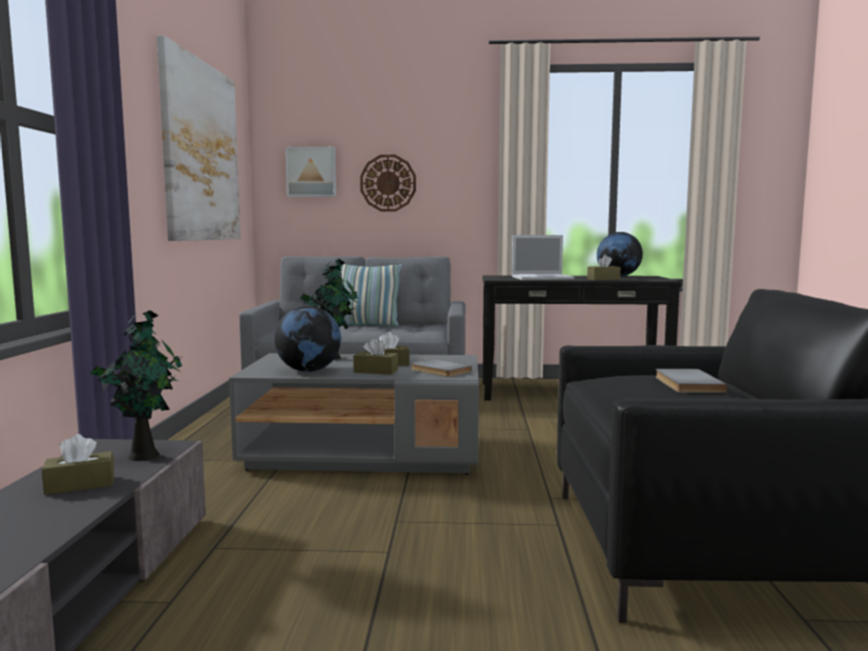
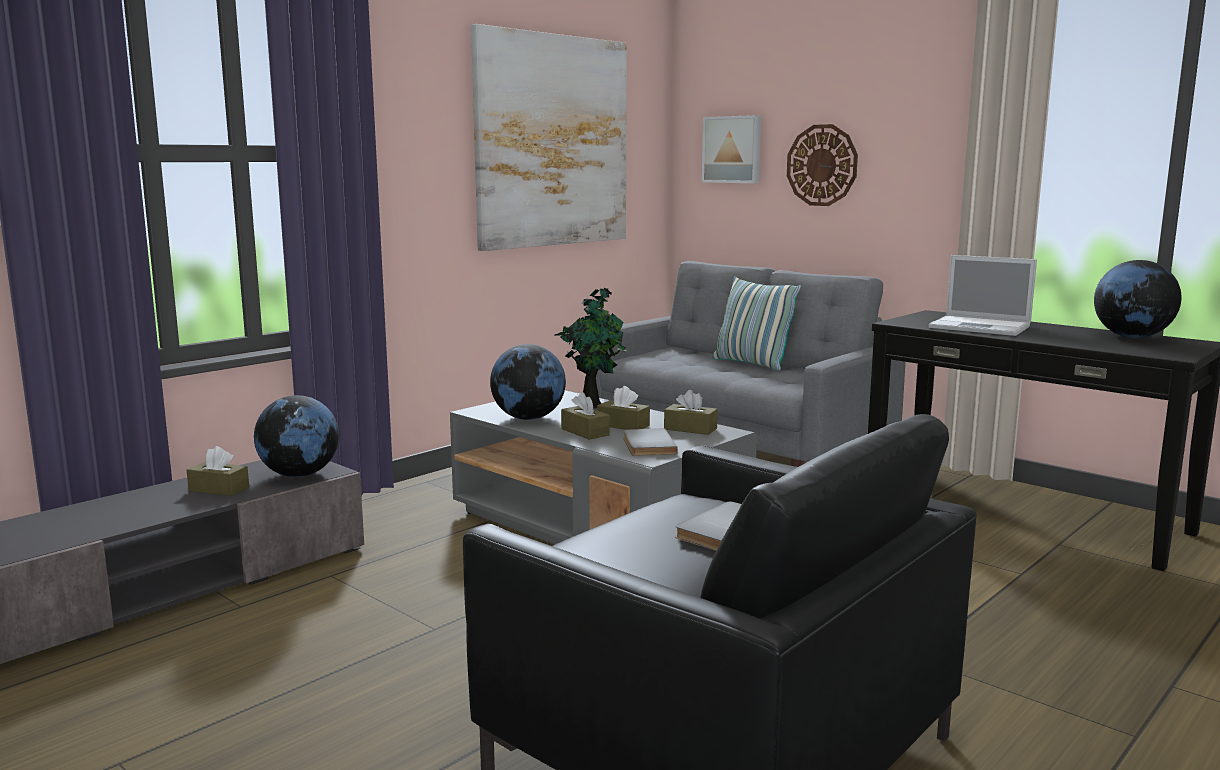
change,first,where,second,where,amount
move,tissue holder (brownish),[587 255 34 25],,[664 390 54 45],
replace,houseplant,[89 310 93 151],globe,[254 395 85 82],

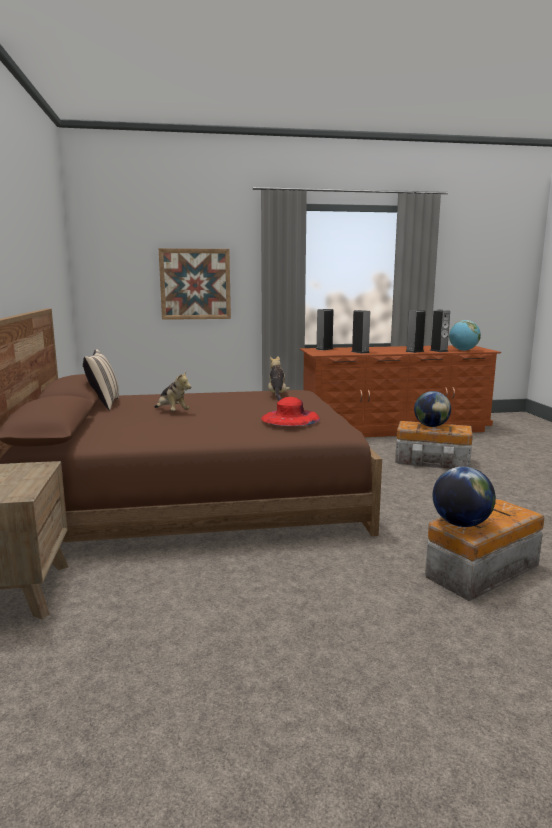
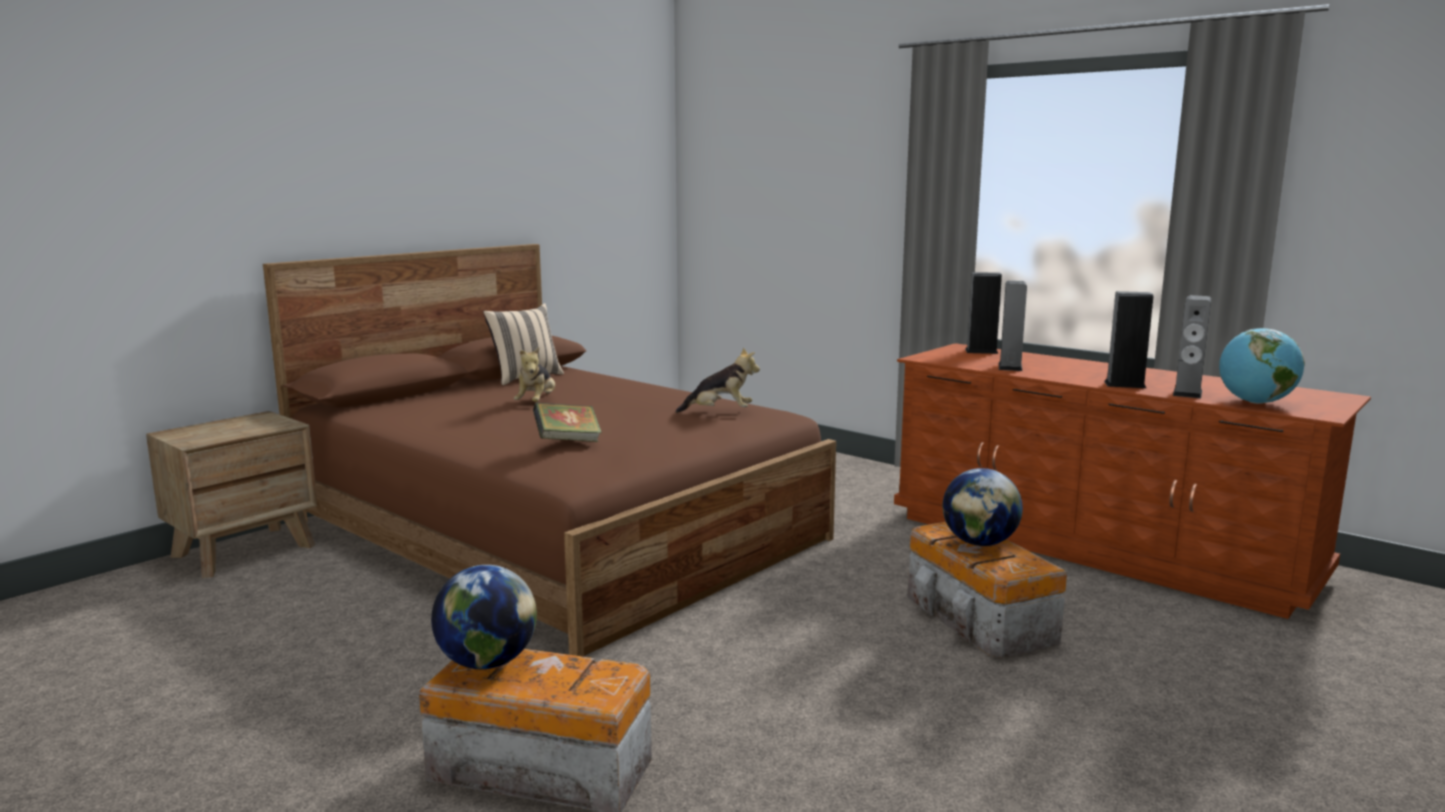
change,first,where,second,where,amount
delete,wall art,[159 248 72 72],,,
replace,wearable hat (red),[261 397 59 29],bound book,[533 402 69 40],
rotate,cuddly toy,[268 356 22 45],,[676 348 84 65],45 degrees clockwise

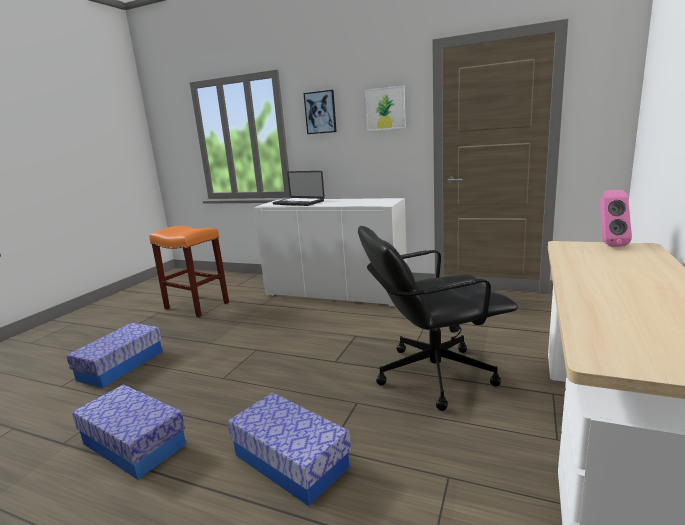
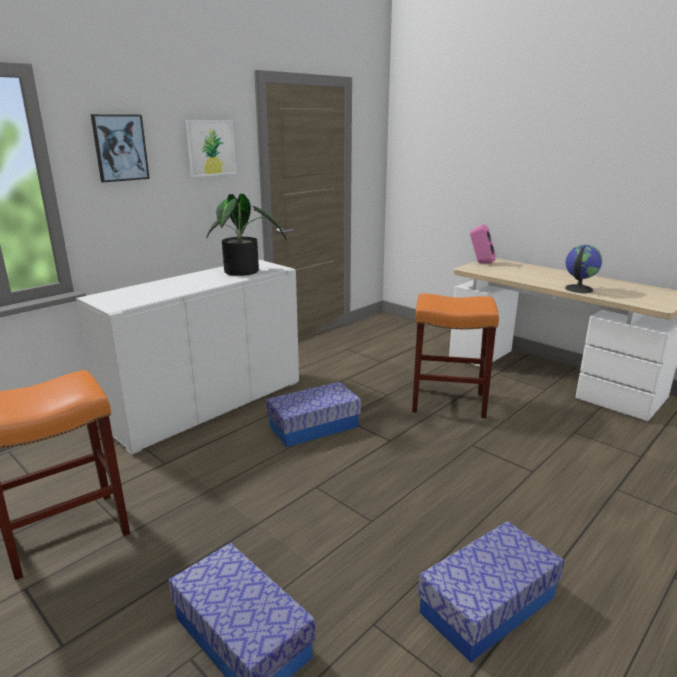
change,first,where,second,where,amount
delete,notebook computer,[273 171 52 35],,,
insert,,,houseplant,[206 194 80 82],
insert,,,globe,[565 245 38 48],
move,storage container,[228 392 123 114],,[266 382 95 65],
replace,office chair (black-coloured),[358 226 160 185],stool seat (orangey),[412 293 87 125],

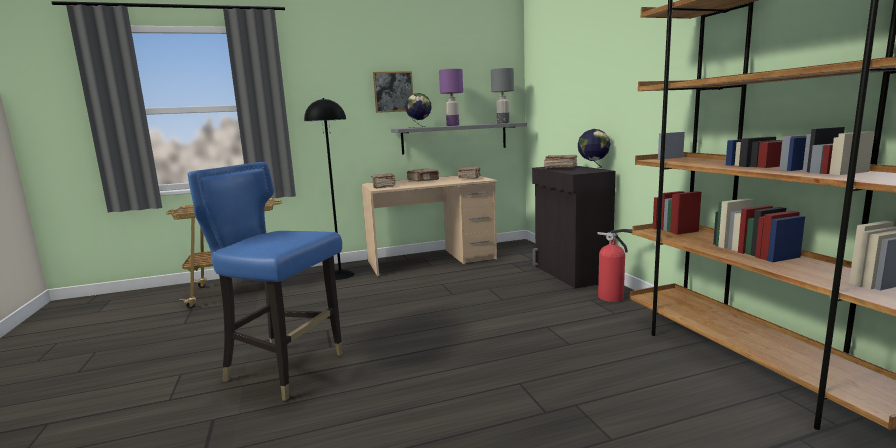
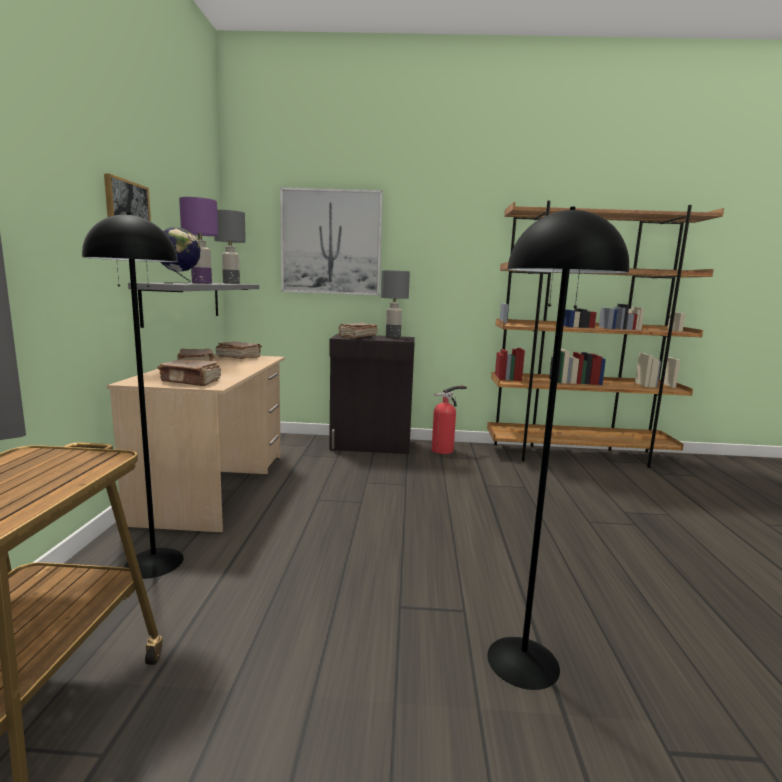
change,first,where,second,where,amount
insert,,,wall art,[280 187 103 109],
replace,plain chair (bluish),[187 162 156 239],standing lamp (black-coloured),[487 207 142 483],
replace,globe,[578 129 32 42],tabletop lamp (gray),[381 270 29 68],

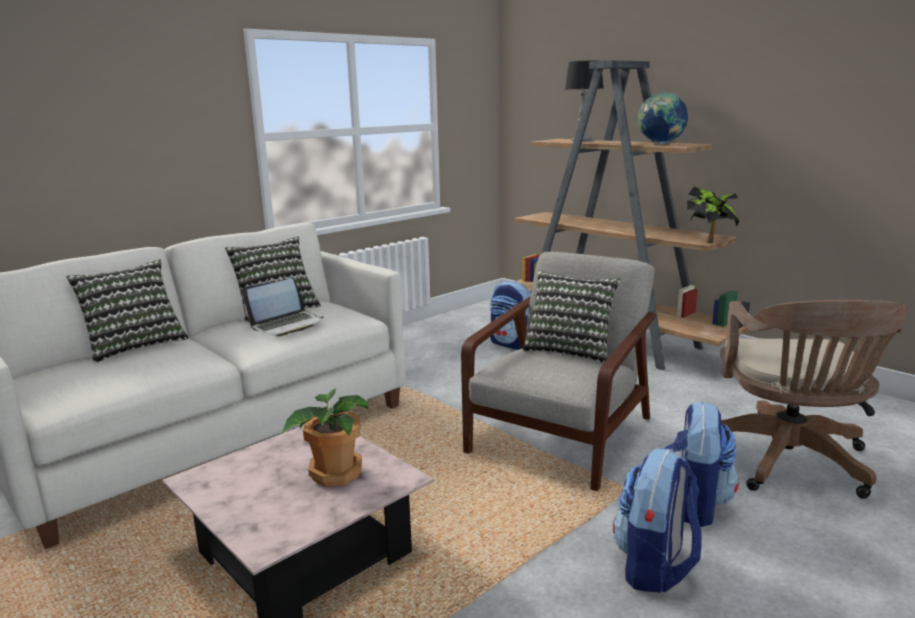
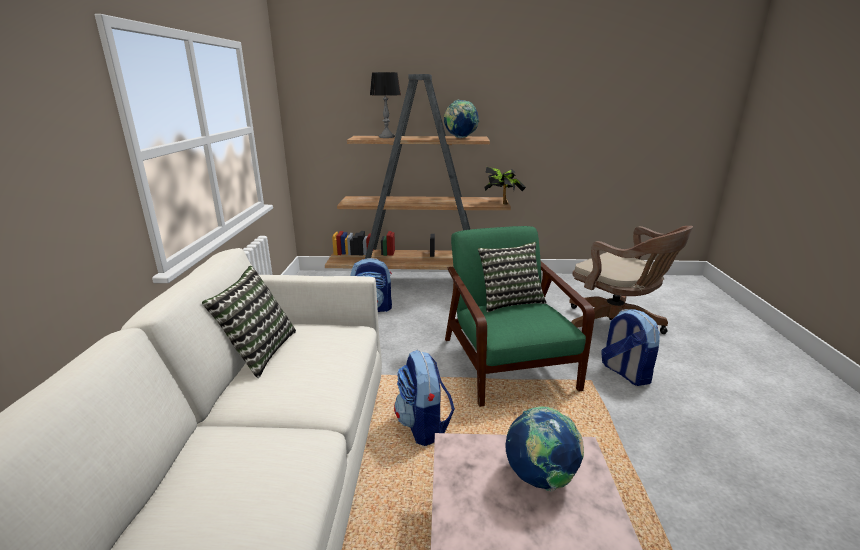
change,first,where,second,where,amount
delete,pillow,[66 259 123 104],,,
delete,notebook computer,[242 279 81 58],,,
move,rucksack,[613 448 89 145],,[394 350 61 96],
replace,houseplant,[281 389 88 98],globe,[505 406 79 86],
recolor,armchair (gray),[461 252 195 239],armchair (green),[445 226 150 181],

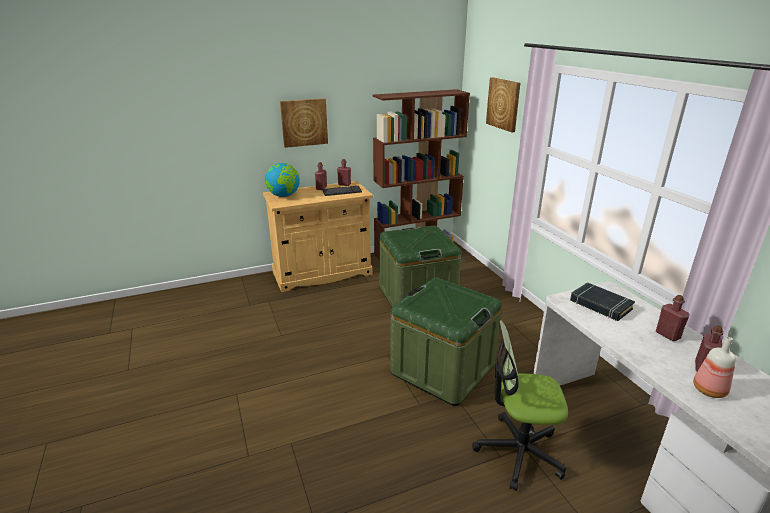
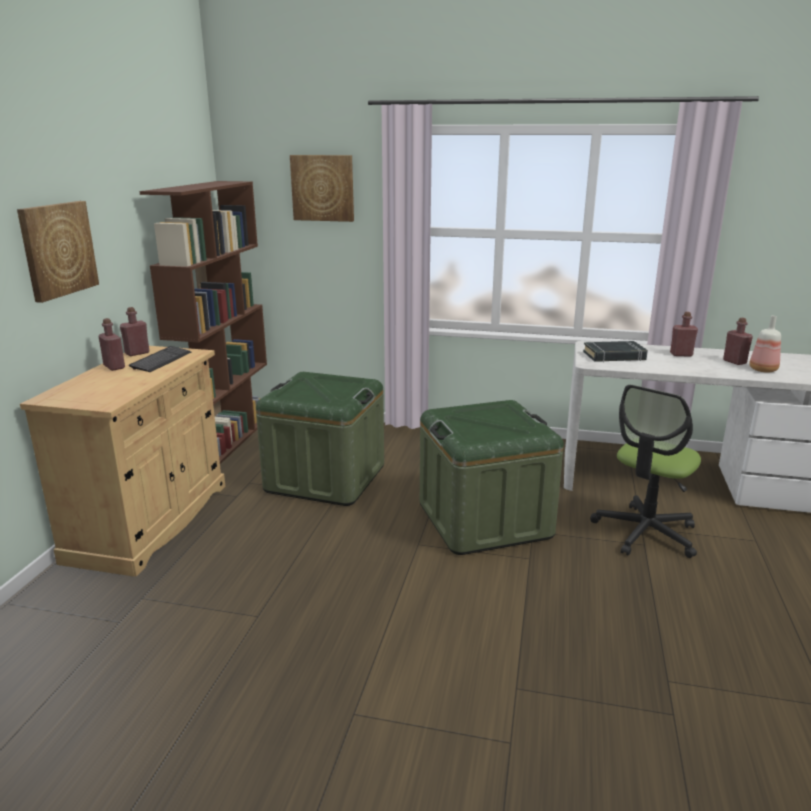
change,first,where,second,where,amount
delete,globe,[265 163 35 34],,,

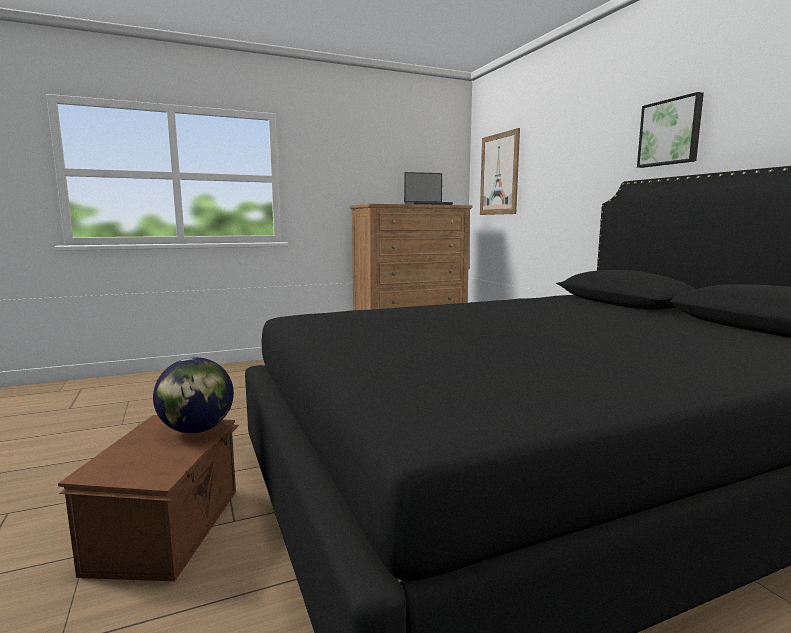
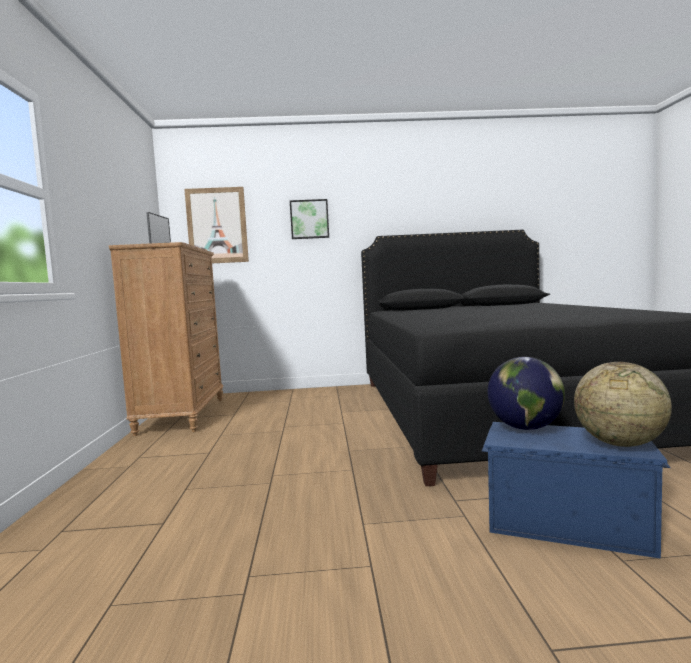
change,first,where,second,where,amount
insert,,,globe,[574 362 98 85],
move,wall art,[637 92 67 76],,[290 199 39 40],
recolor,storage container (brownish),[58 415 181 166],storage container (bluish),[482 422 189 137],

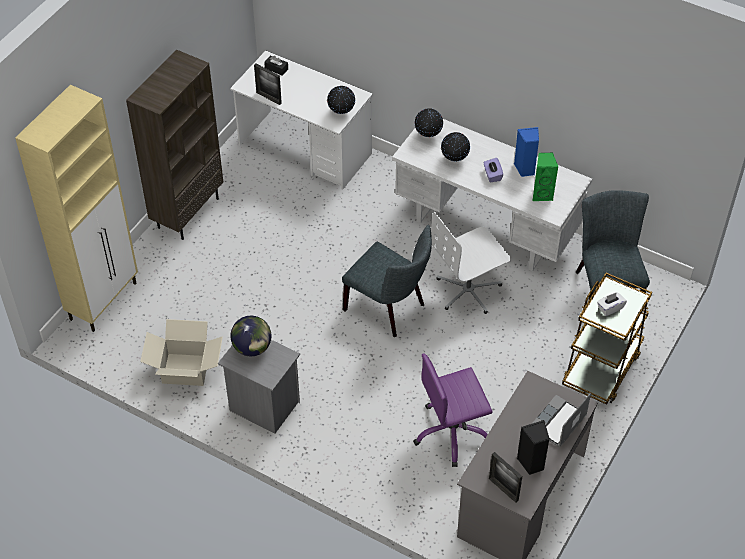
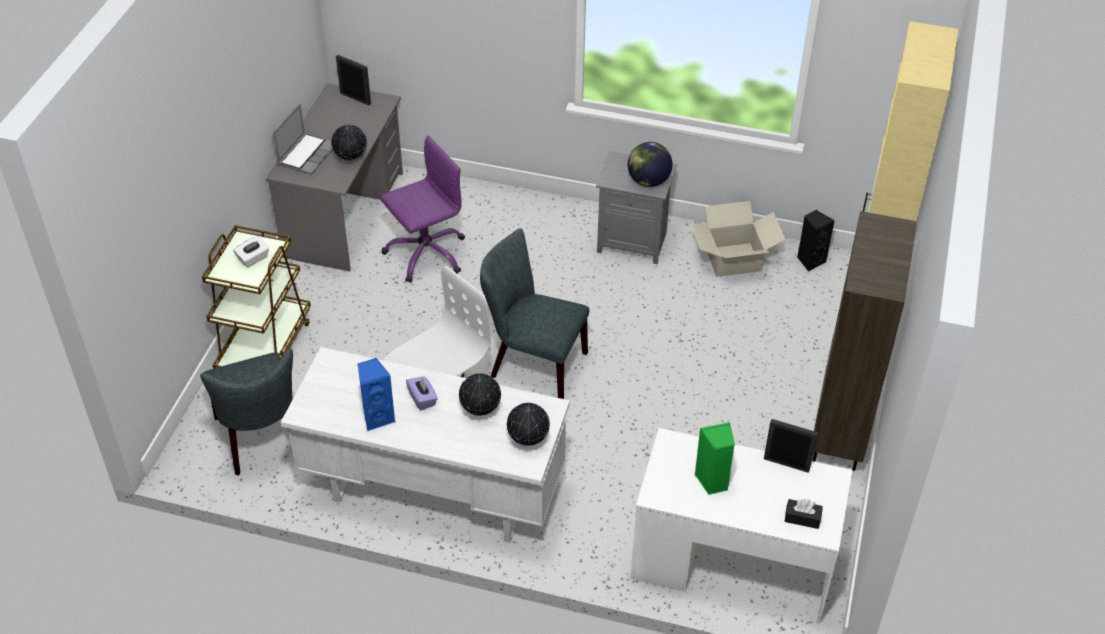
change,first,where,second,where,amount
move,globe,[327 86 28 28],,[331 125 36 35],
move,audio speaker (black-coloured),[517 420 33 55],,[797 210 38 62],
move,audio speaker (green),[532 153 27 48],,[695 422 40 73],

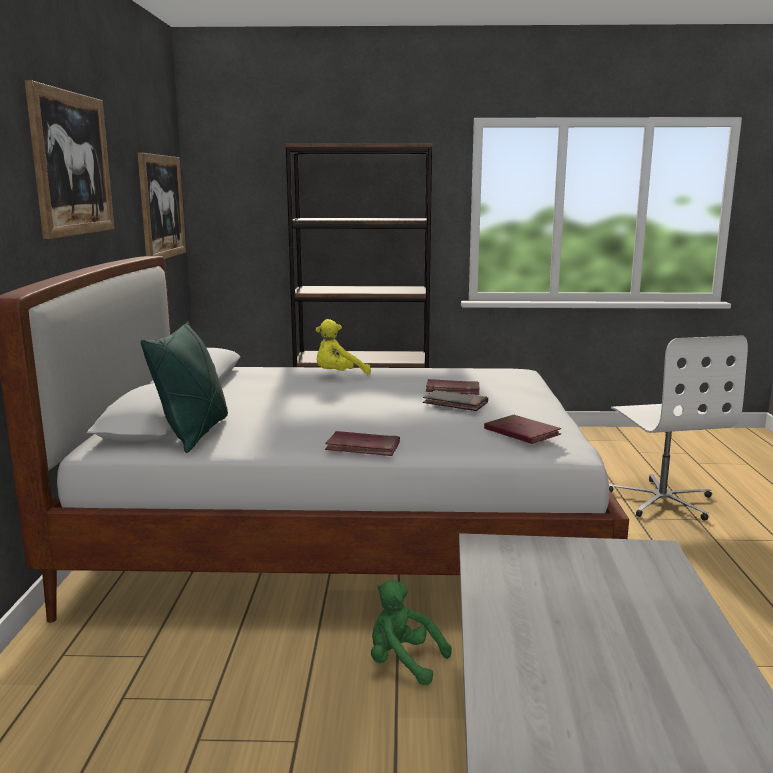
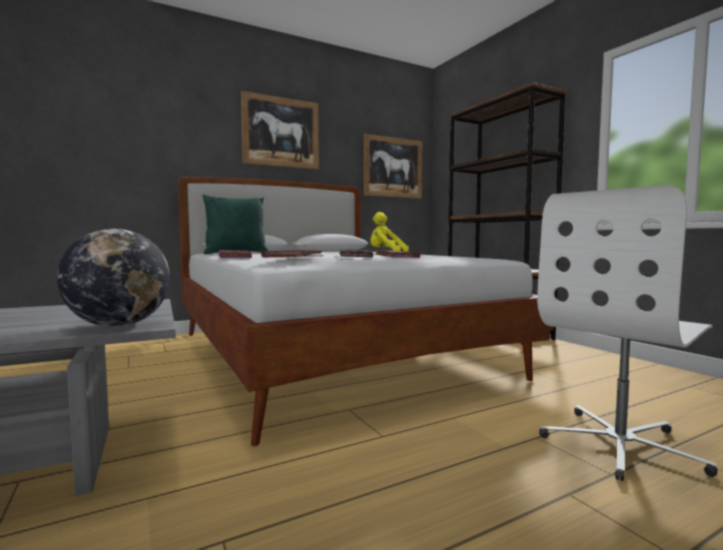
change,first,where,second,where,amount
delete,cuddly toy (green),[371 580 81 105],,,
insert,,,globe,[57 229 113 98],

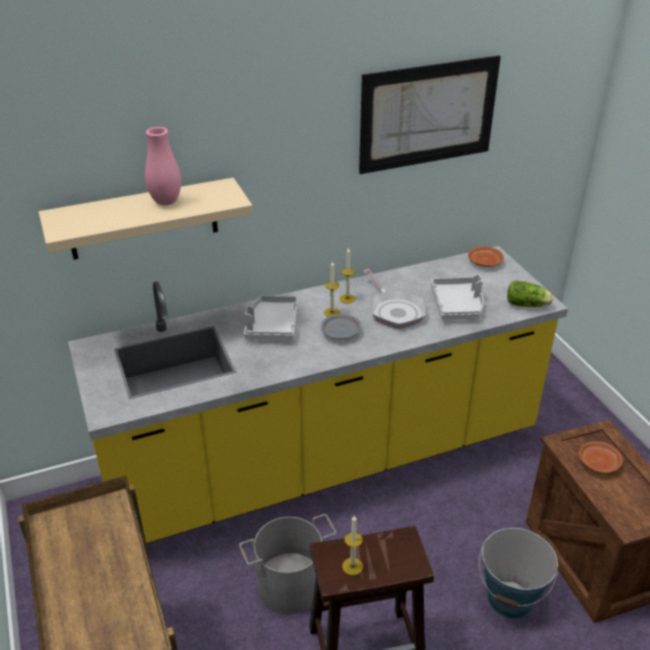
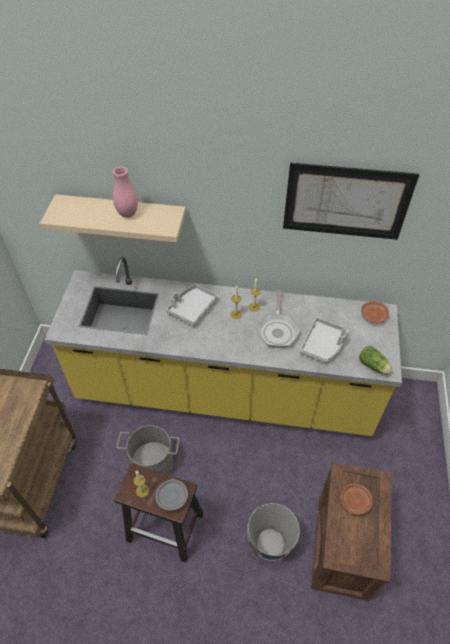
change,first,where,second,where,amount
move,plate (gray),[321 314 40 25],,[155 479 33 32],

